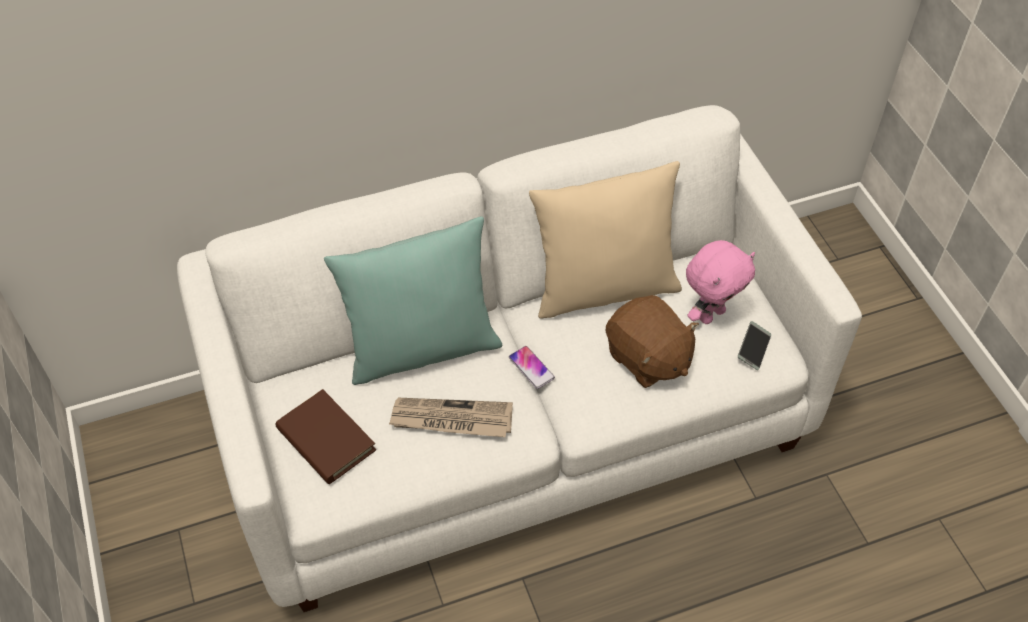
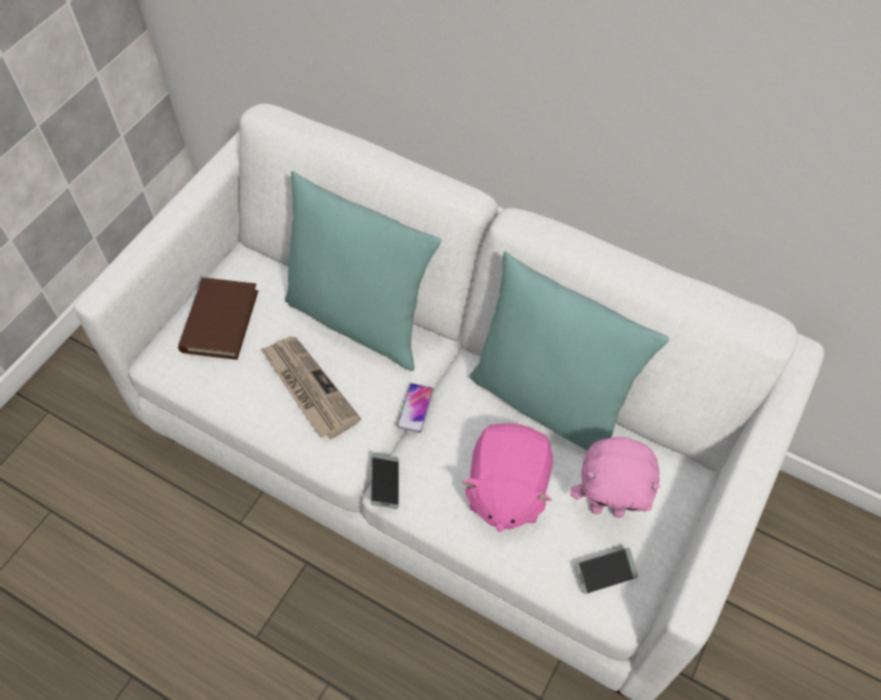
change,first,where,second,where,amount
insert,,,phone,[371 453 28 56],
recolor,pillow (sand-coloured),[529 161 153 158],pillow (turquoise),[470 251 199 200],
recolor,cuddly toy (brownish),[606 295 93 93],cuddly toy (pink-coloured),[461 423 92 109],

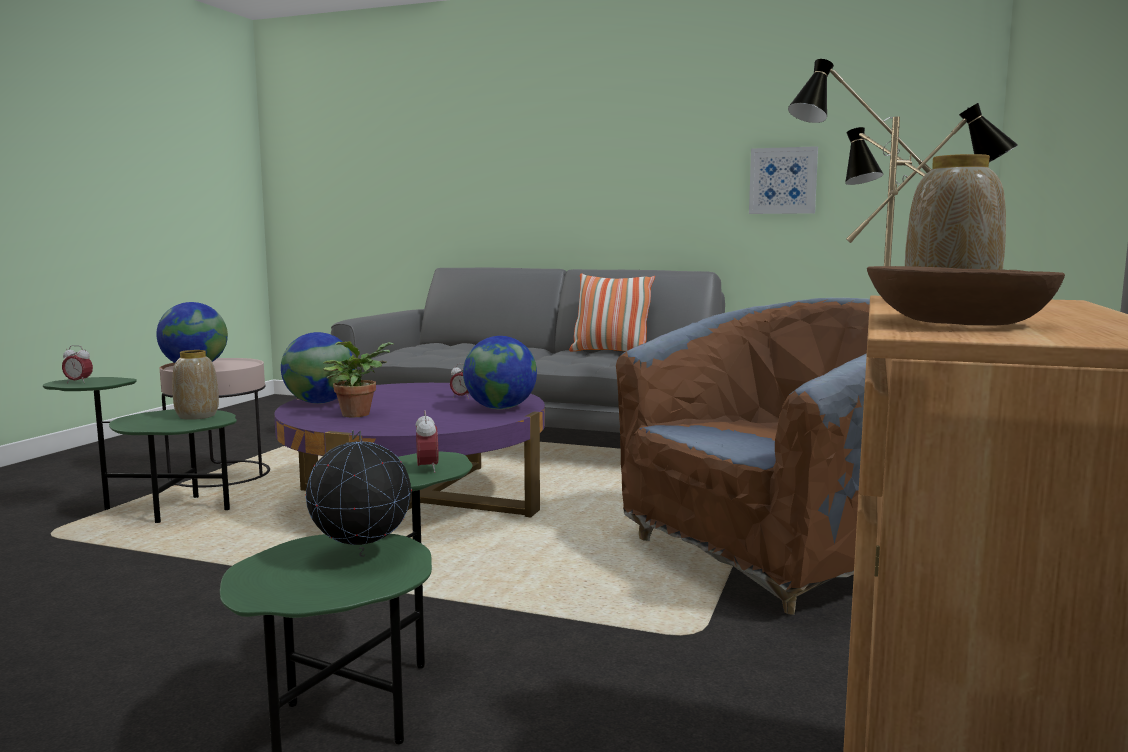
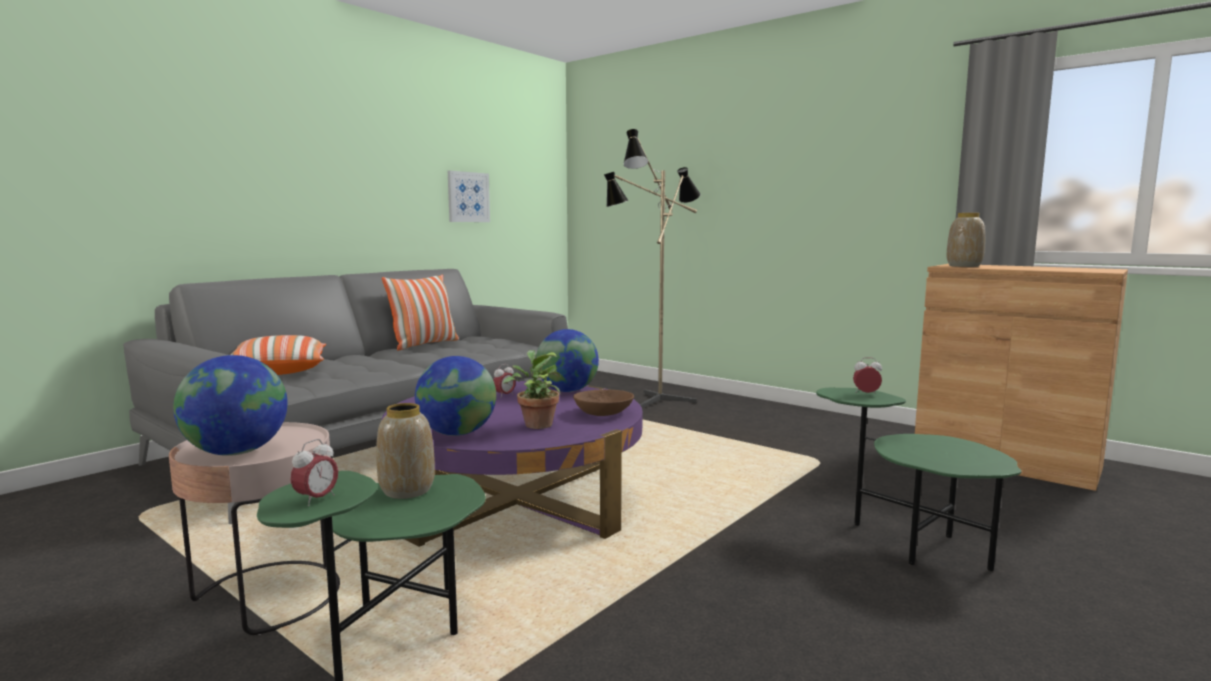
change,first,where,second,where,amount
delete,globe,[305 430 107 127],,,
delete,armchair (brownish),[616 298 254 317],,,
insert,,,pillow,[230 335 96 40],
move,bowl (brownish),[867 266 198 59],,[573 389 61 27],

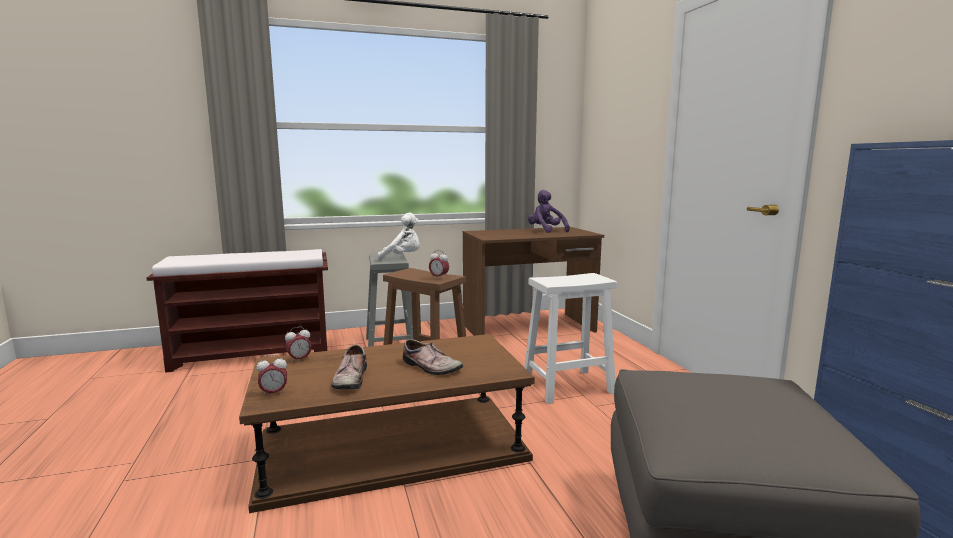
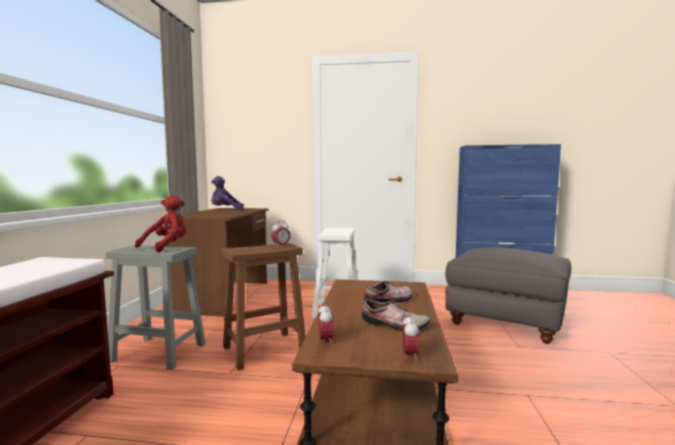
change,first,where,second,where,amount
recolor,cuddly toy (white-coloured),[377 212 43 49],cuddly toy (red),[135 195 51 57],

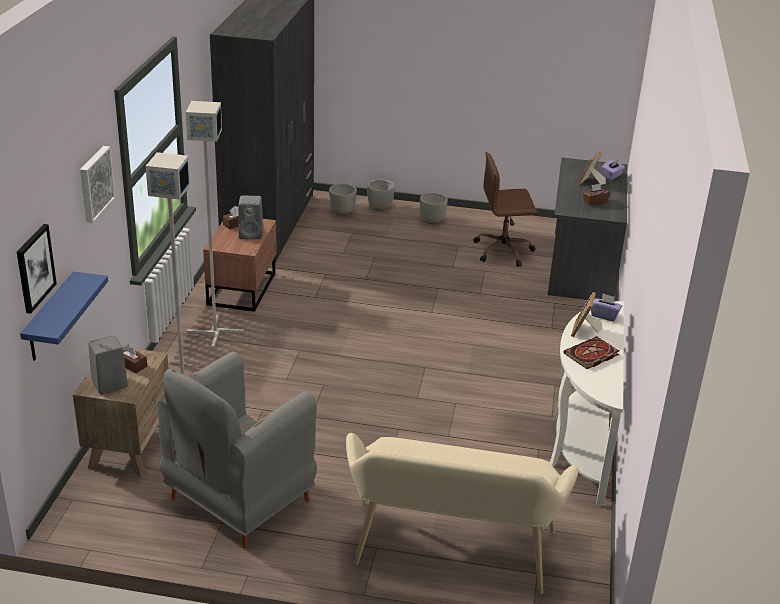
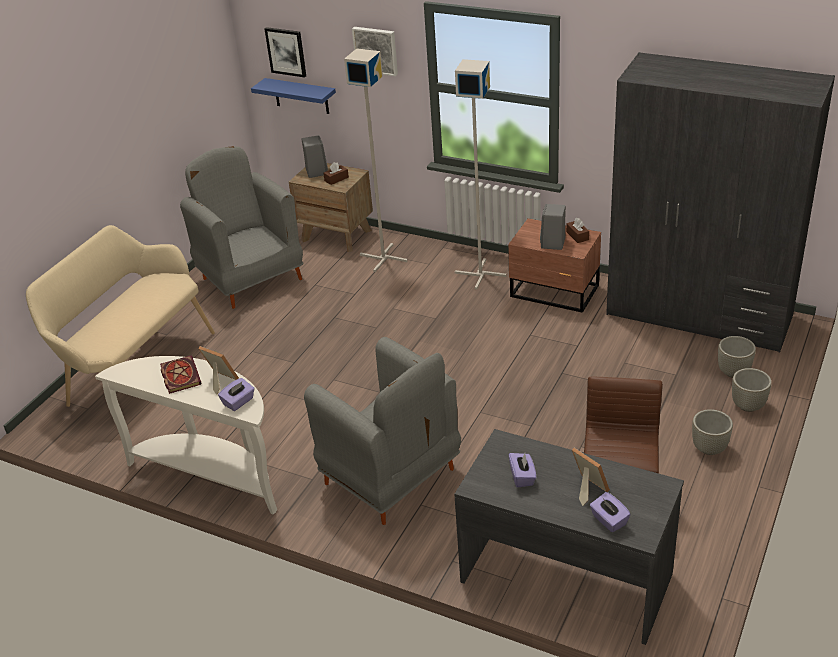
change,first,where,second,where,amount
insert,,,armchair (gray),[304 337 157 188],
recolor,tissue holder (brownish),[583 184 28 22],tissue holder (purple),[509 453 27 35],

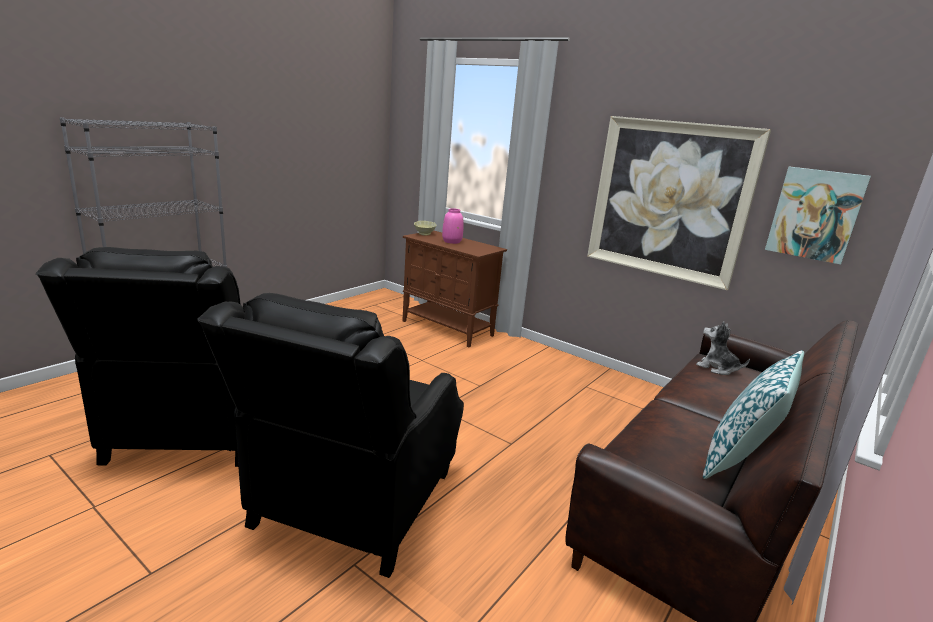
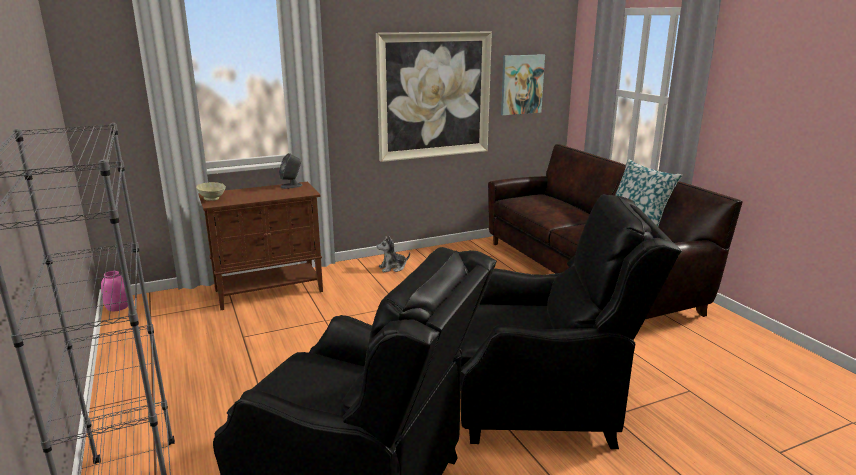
change,first,where,second,where,amount
insert,,,audio speaker (gray),[279 153 24 36],
move,decorative vase (pink-coloured),[442 208 22 36],,[101 271 27 40],
move,cuddly toy,[696 321 54 54],,[377 236 33 37],
rotate,armchair (black-coloured),[197 293 267 285],,[461 194 221 255],45 degrees counterclockwise

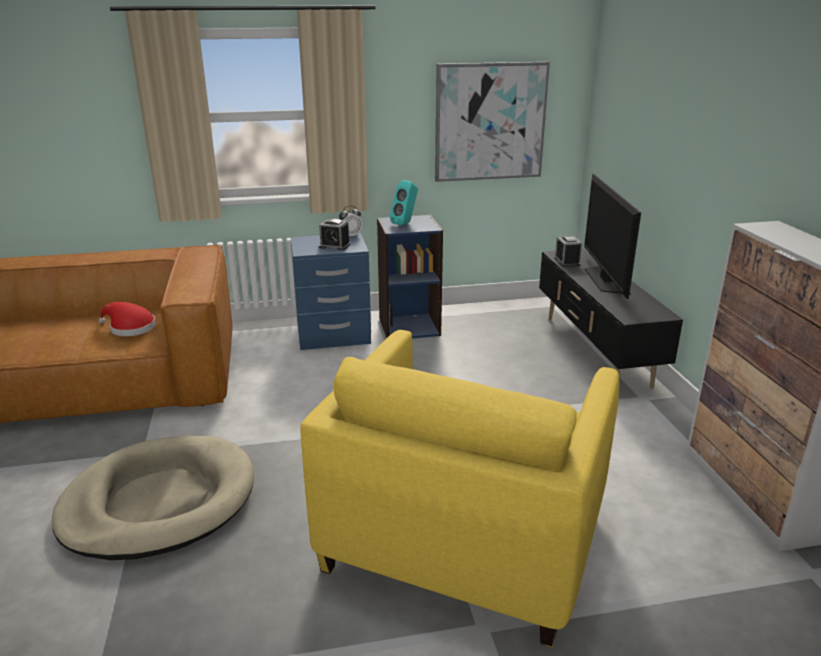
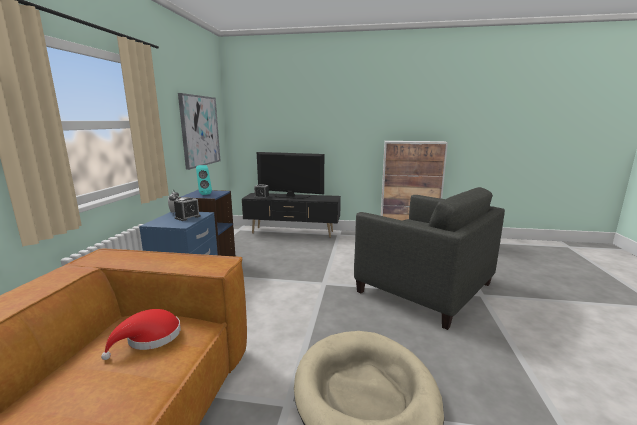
change,first,where,second,where,amount
recolor,armchair (yellow),[301 330 319 317],armchair (gray),[354 187 151 143],

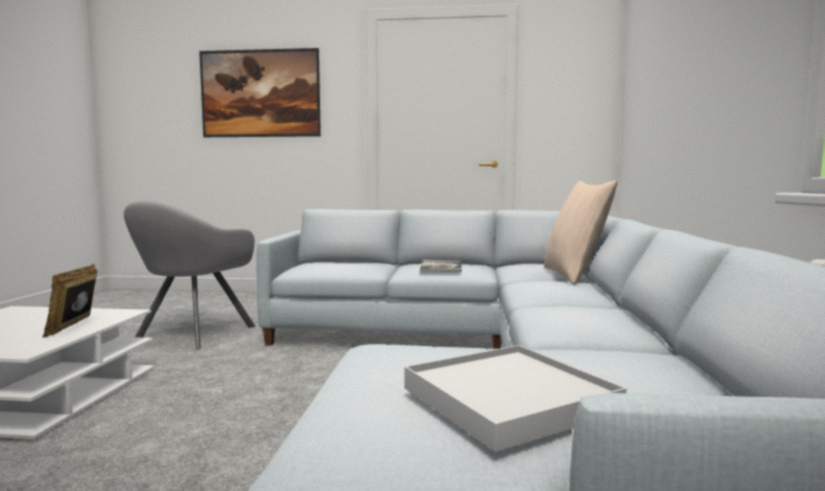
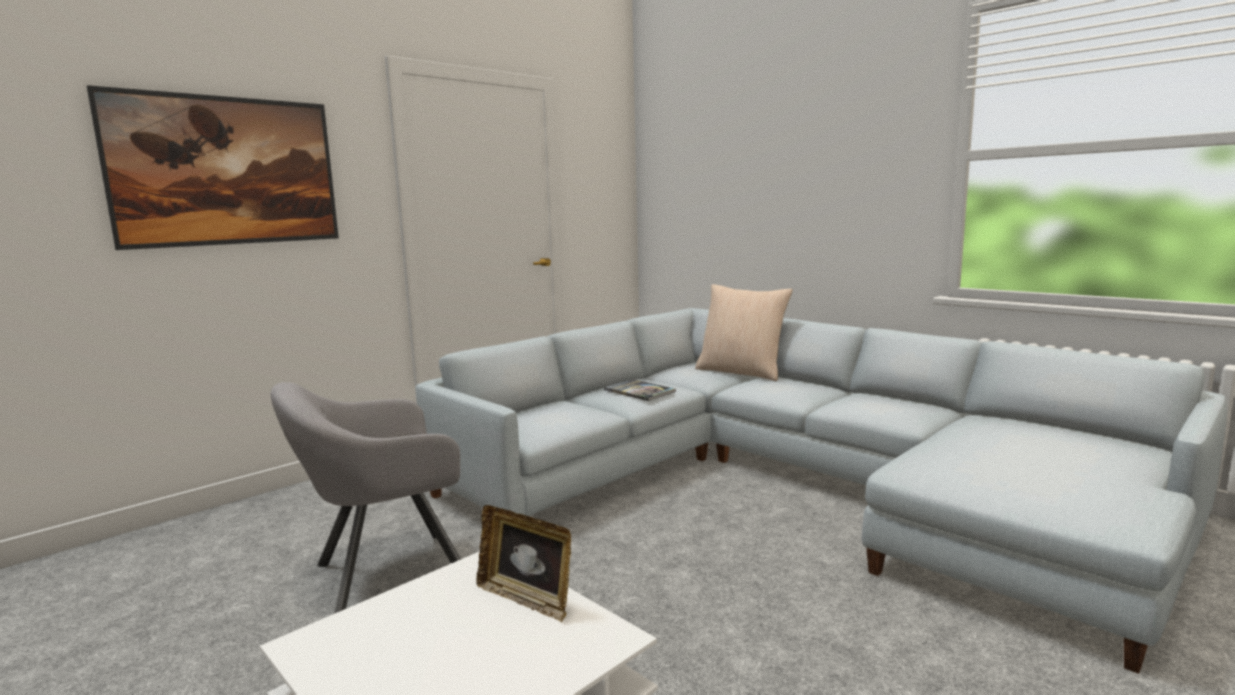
change,first,where,second,where,amount
delete,tray (white-coloured),[405 345 222 107],,,
rotate,armchair (gray),[124 200 132 149],,[271 382 190 232],90 degrees clockwise

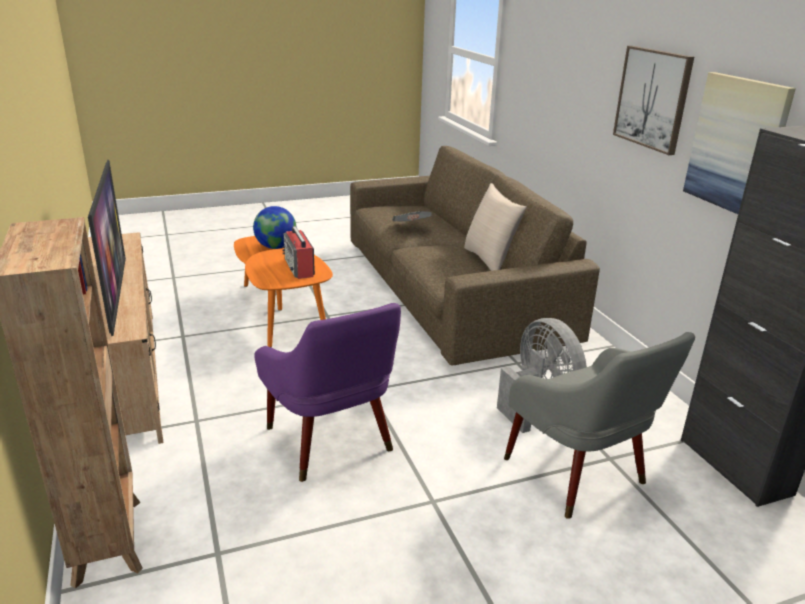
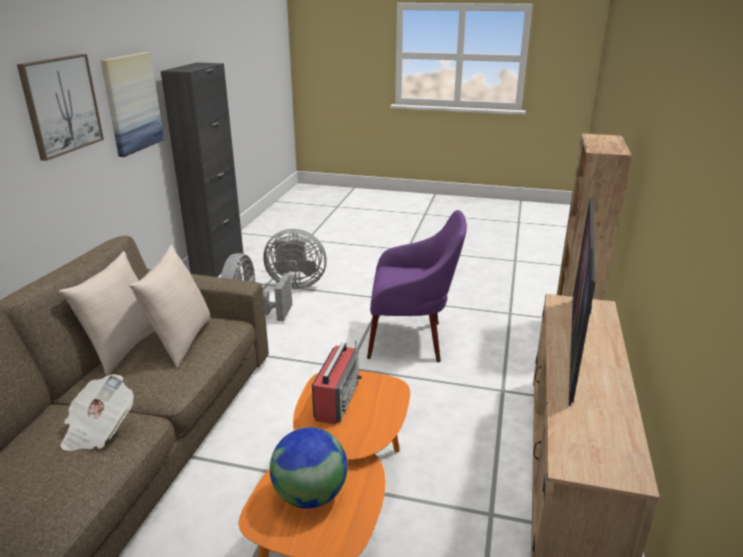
change,first,where,second,where,amount
insert,,,pillow (sand-coloured),[129 245 82 123],
replace,armchair (gray),[504 332 191 187],electric fan (gray),[263 229 64 60],
rotate,armchair (purple),[254 303 147 179],,[367 210 100 152],90 degrees clockwise

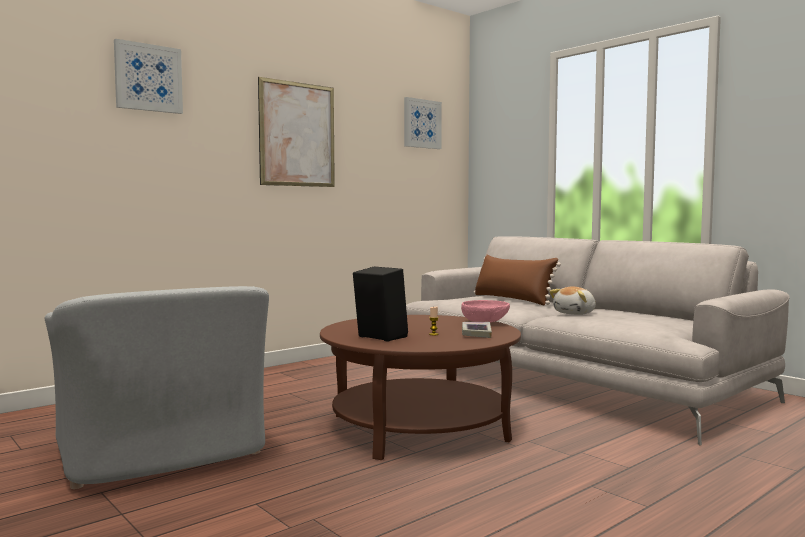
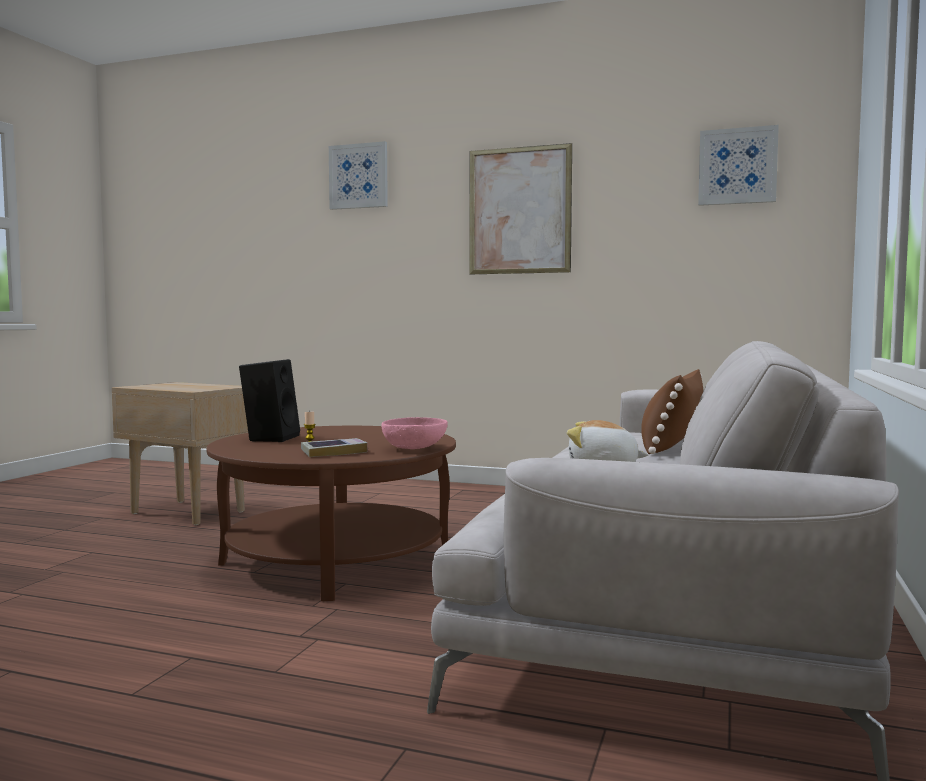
change,first,where,second,where,amount
replace,armchair (gray),[45 286 224 203],side table (sand-coloured),[112 382 136 143],

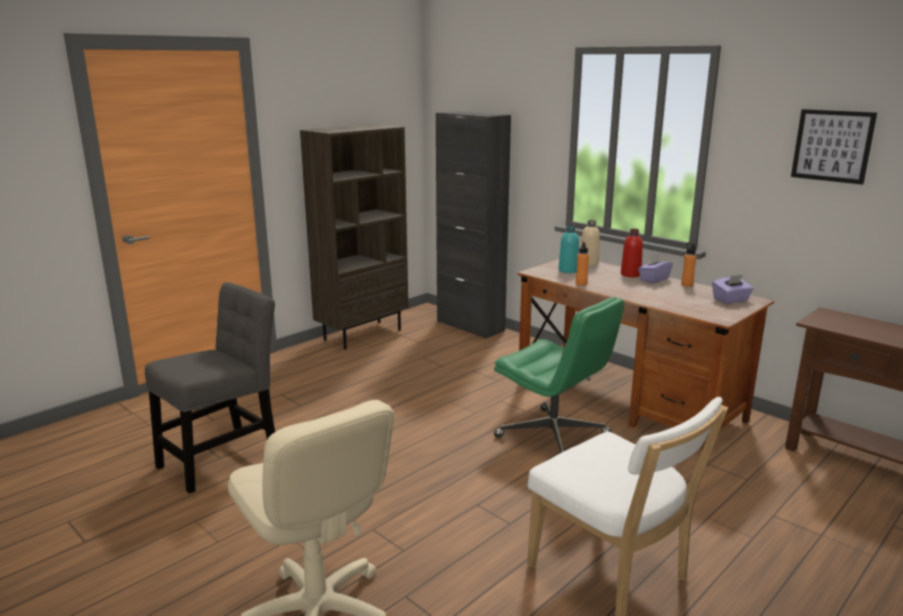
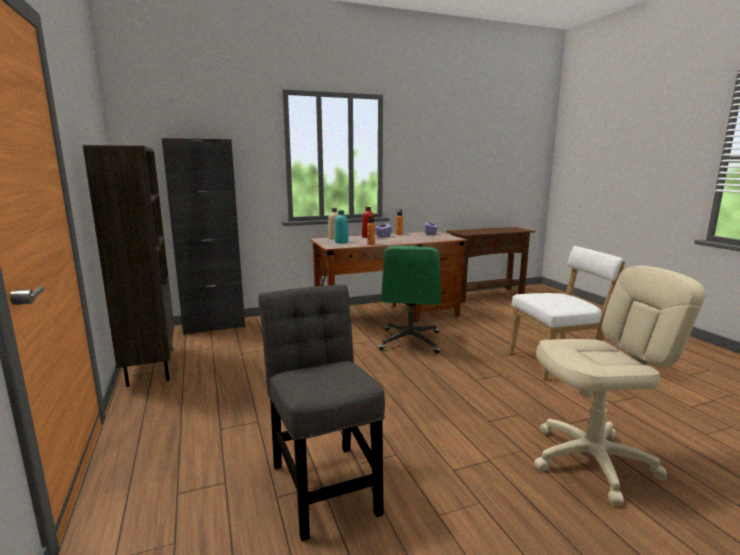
change,first,where,second,where,amount
delete,wall art,[791 109 86 76],,,
rotate,office chair (green),[494 297 130 156],,[379 246 62 107],120 degrees clockwise

